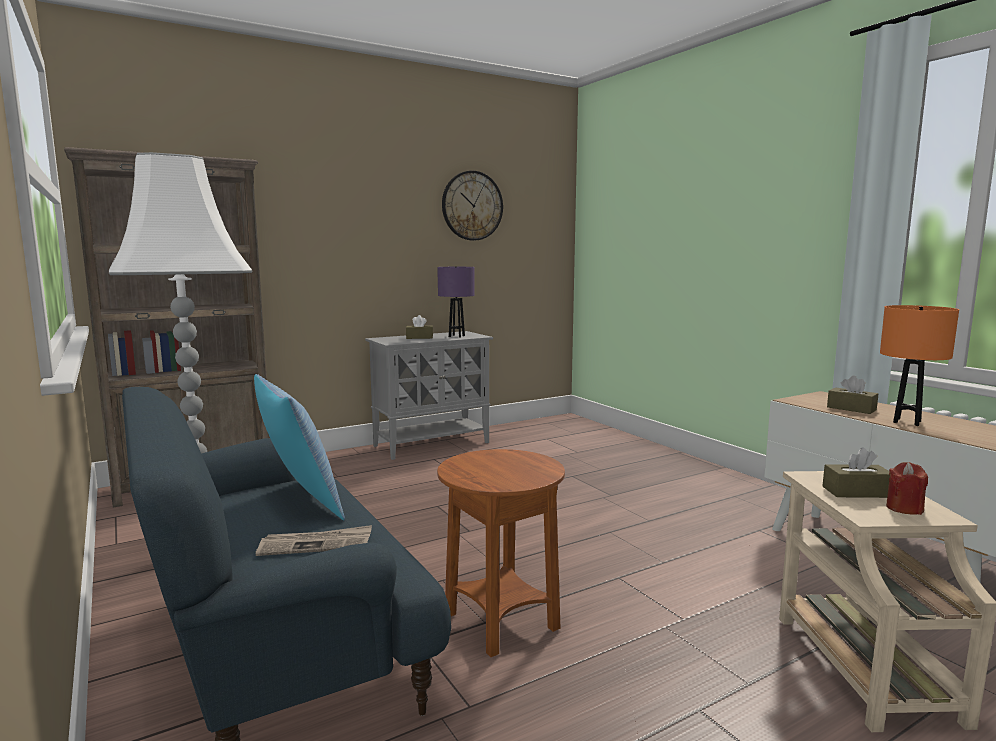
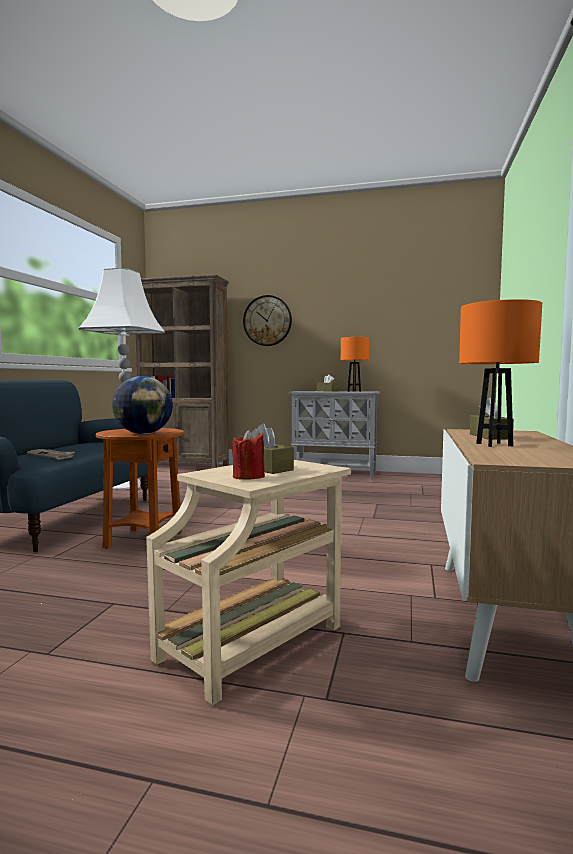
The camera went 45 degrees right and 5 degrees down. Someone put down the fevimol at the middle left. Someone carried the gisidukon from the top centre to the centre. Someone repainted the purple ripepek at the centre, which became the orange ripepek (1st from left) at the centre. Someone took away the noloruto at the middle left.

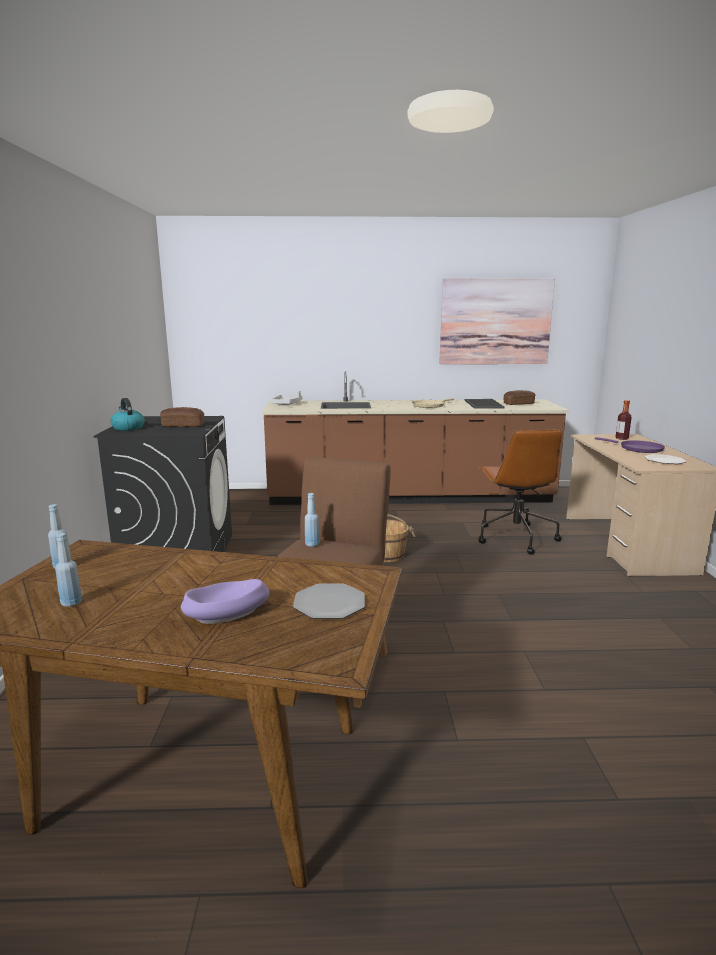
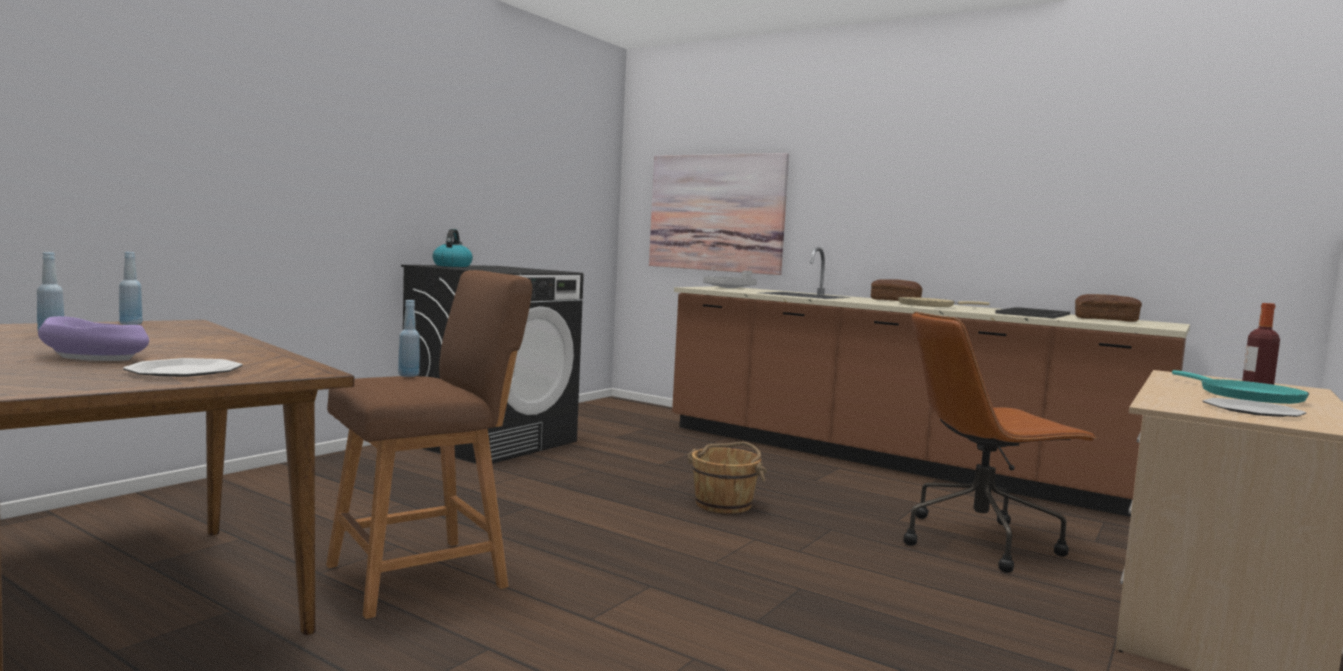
The camera went 35 degrees right and 10 degrees down. Someone carried the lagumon from the middle right to the top centre. Someone carried the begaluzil (1st from left) from the middle left to the middle right. Someone rotated the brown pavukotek at the middle right by 45 degrees clockwise. Someone repainted the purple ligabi at the middle right, which became the turquoise ligabi at the middle right.

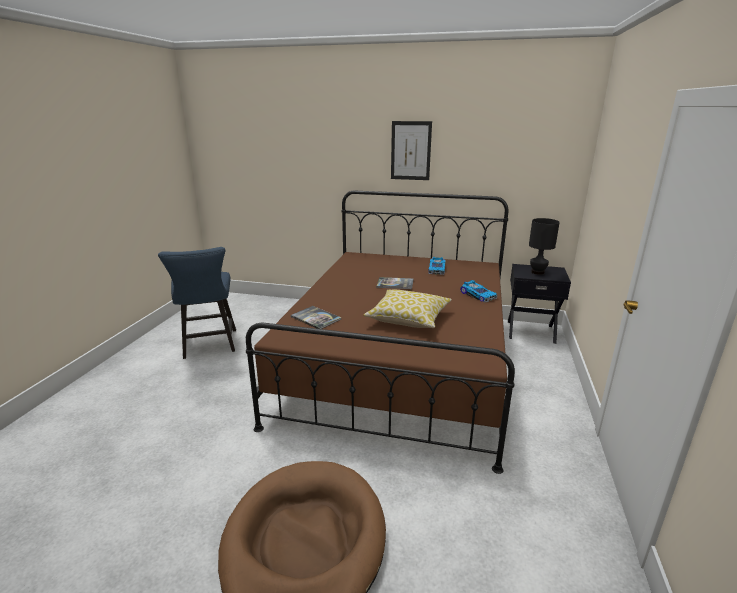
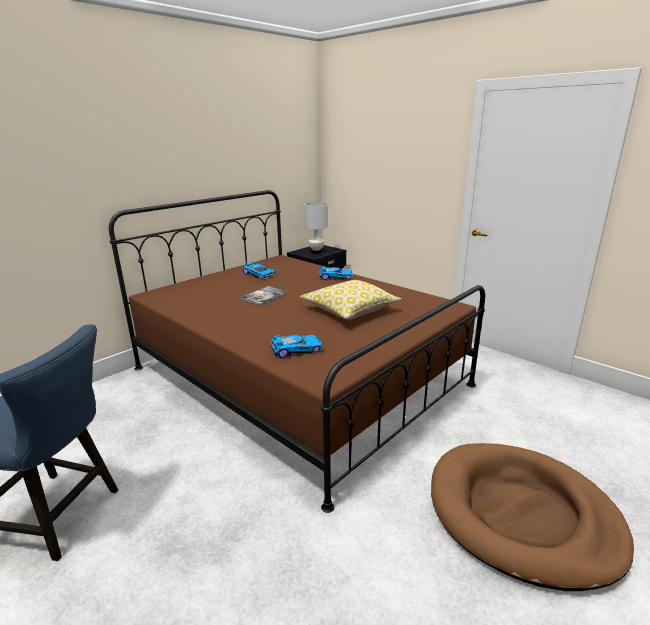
The camera went 60 degrees left and 0 degrees up. Someone swapped the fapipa (1st from left) at the centre for the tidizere (2nd from left) at the centre. Someone repainted the black ripepek at the middle right, which became the white ripepek at the centre. Someone took away the lagumon at the top centre.

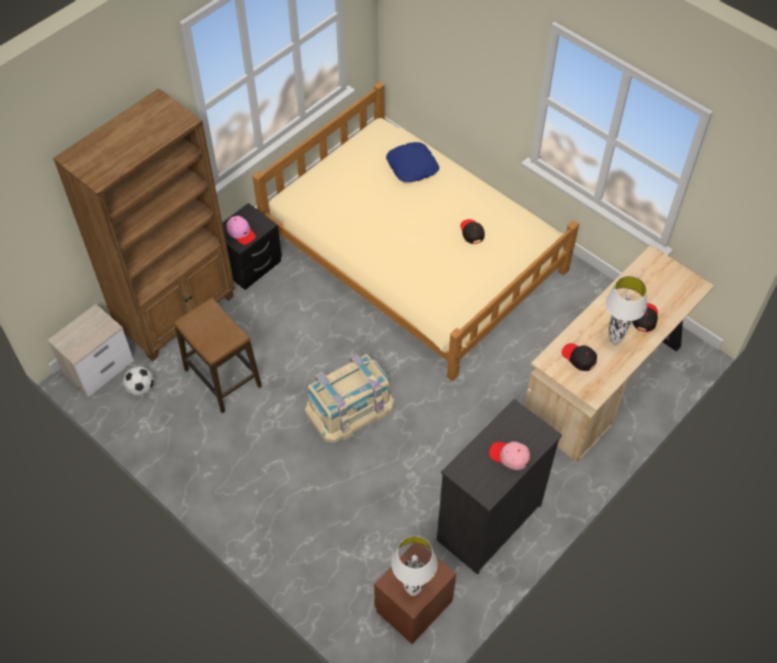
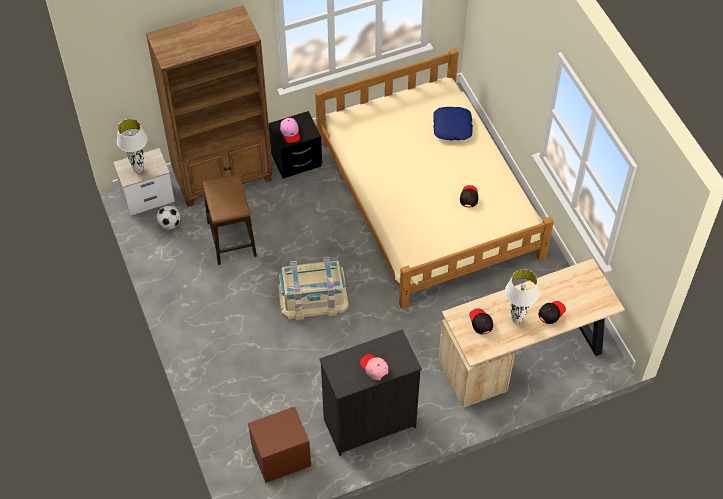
The camera went 25 degrees right and 0 degrees up. Someone carried the white ripepek (1st from left) from the bottom centre to the top left.

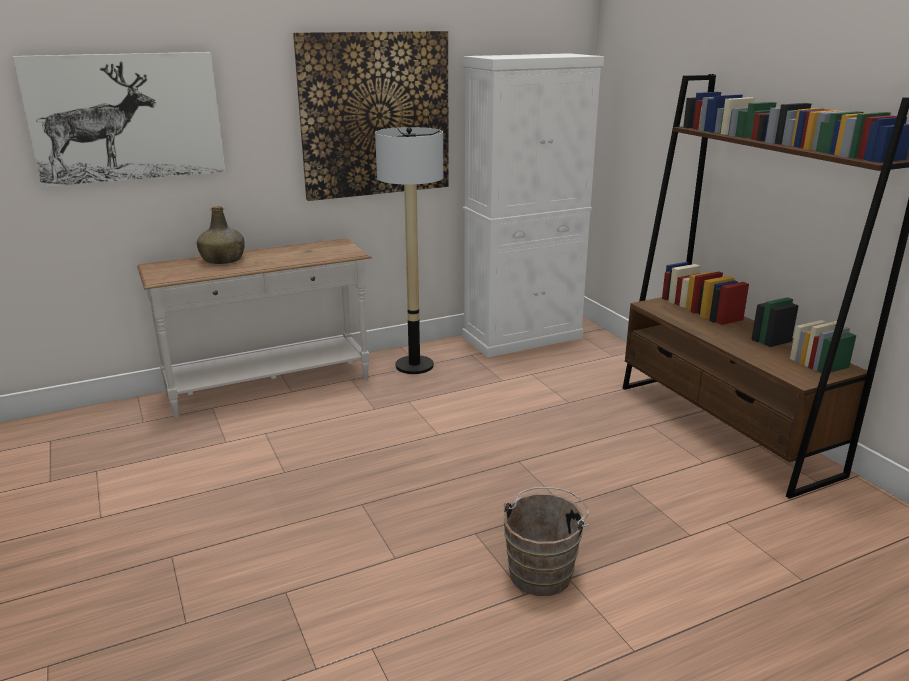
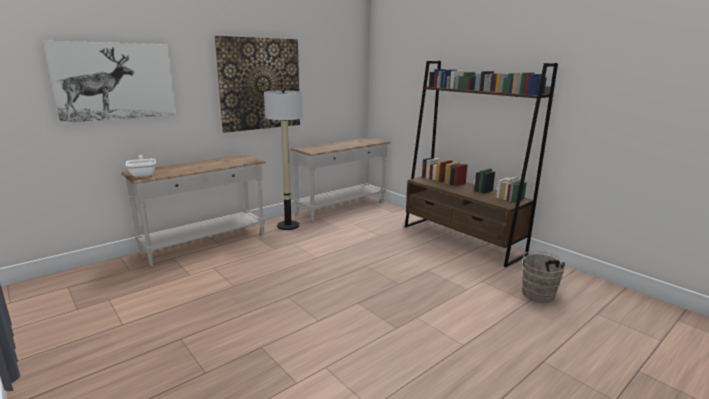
The camera went 15 degrees left and 5 degrees down. Someone put down the ligabi at the middle left. Someone swapped the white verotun at the top centre for the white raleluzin (2nd from left) at the centre. Someone carried the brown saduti from the bottom centre to the bottom right. Someone took away the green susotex at the middle left.

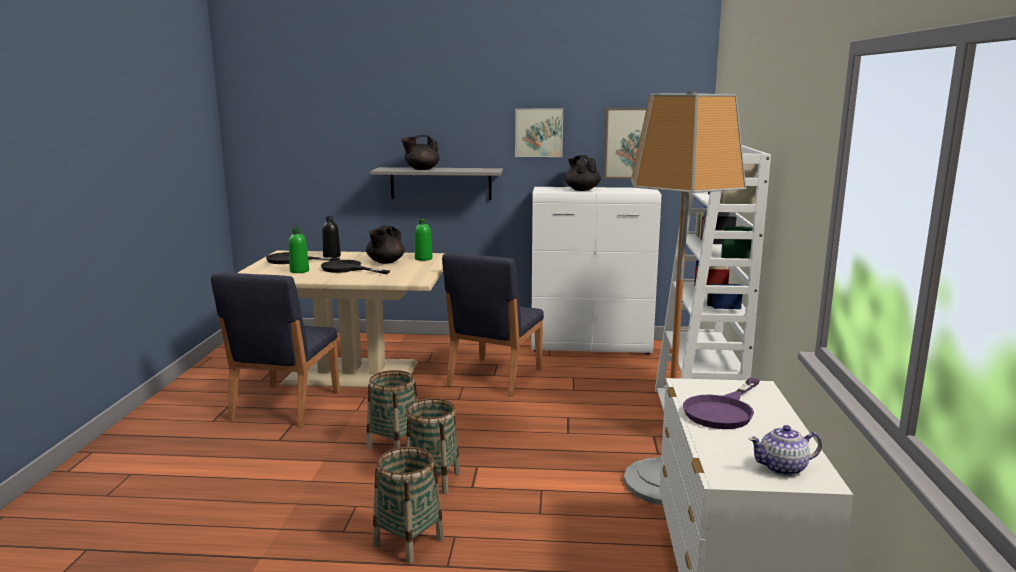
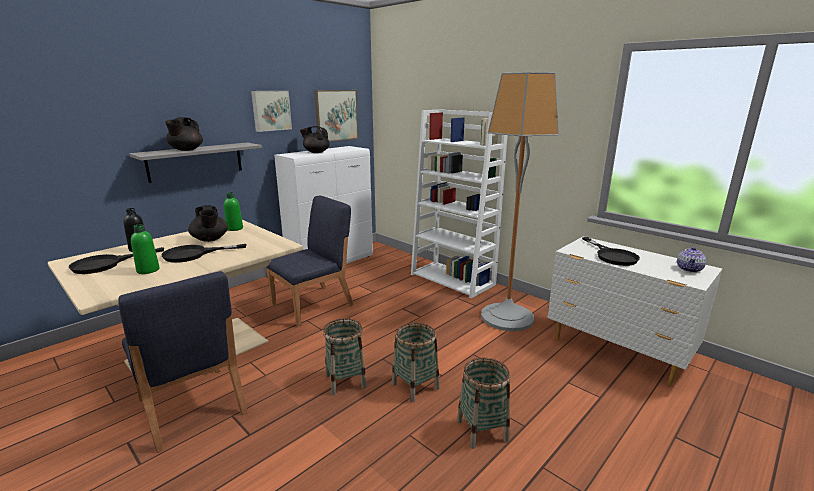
The camera went 50 degrees left and 5 degrees up. Someone rotated the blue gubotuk (2nd from left) at the centre by 105 degrees counterclockwise. Someone repainted the purple ligabi at the bottom right, which became the black ligabi (3rd from left) at the middle right.

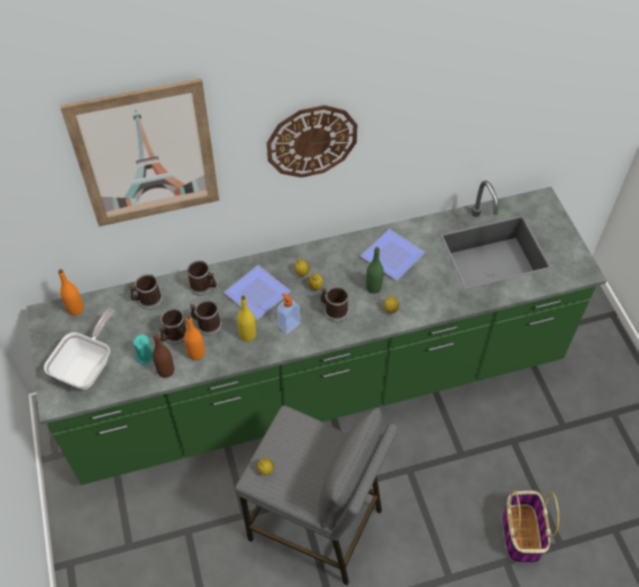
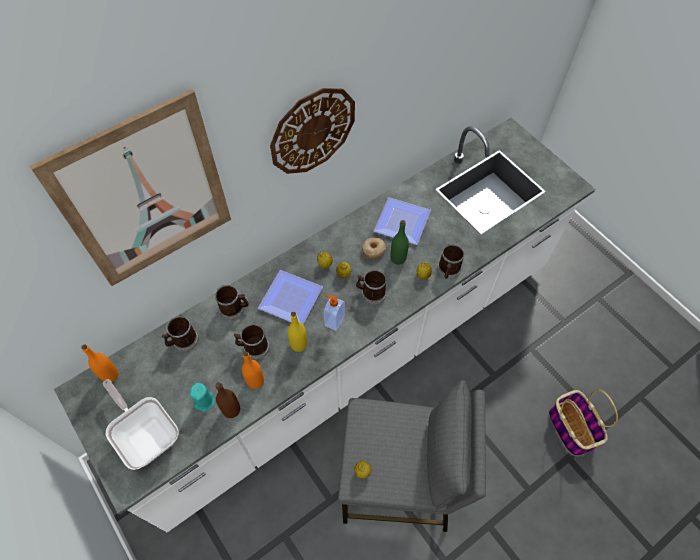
The camera went 20 degrees left and 5 degrees up. Someone repainted the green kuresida at the centre, which became the white kuresida at the centre. Someone rotated the ligabi at the middle left by 45 degrees counterclockwise. Someone put down the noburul at the centre. Someone carried the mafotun (2nd from left in the first image) from the middle left to the centre.

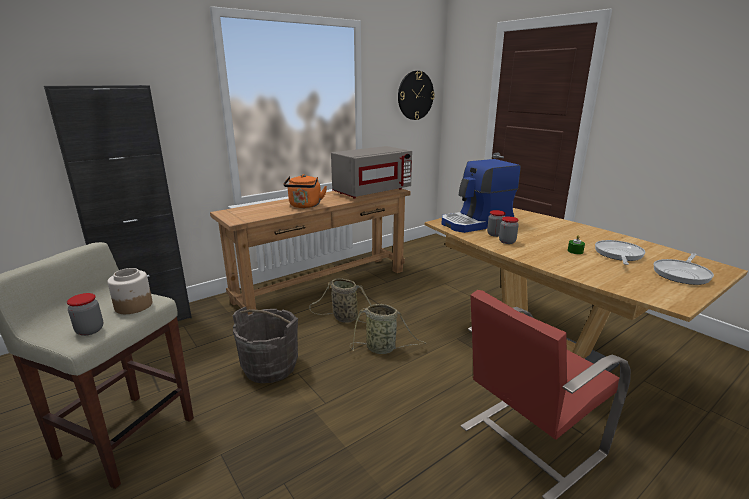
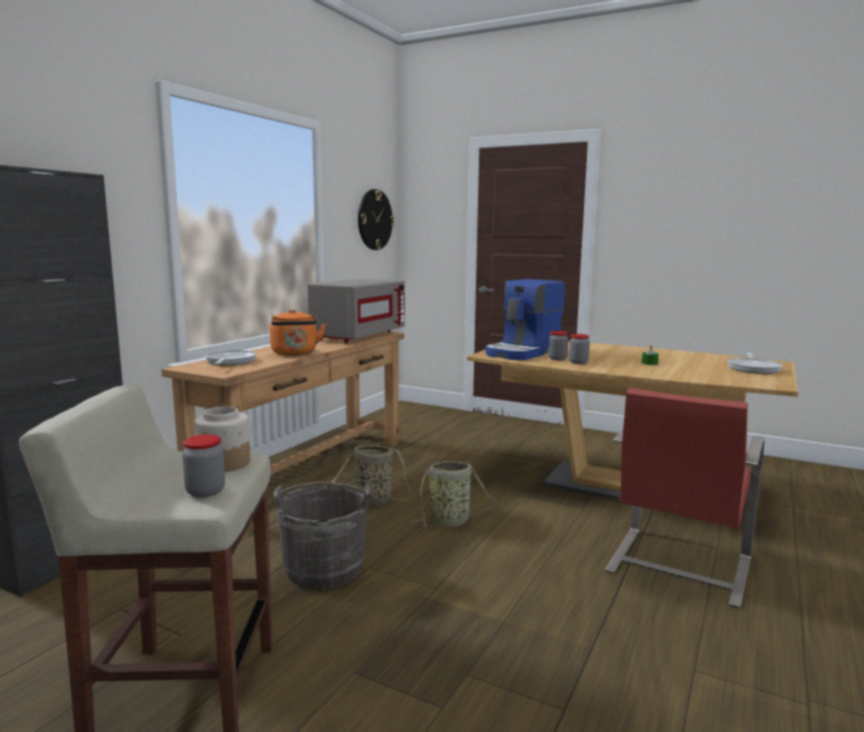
The camera went 25 degrees left and 10 degrees down. Someone carried the ligabi (1st from left) from the middle right to the middle left.

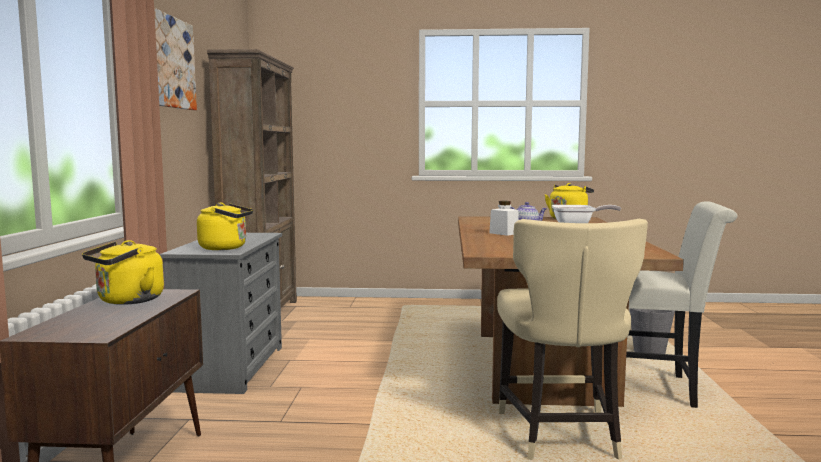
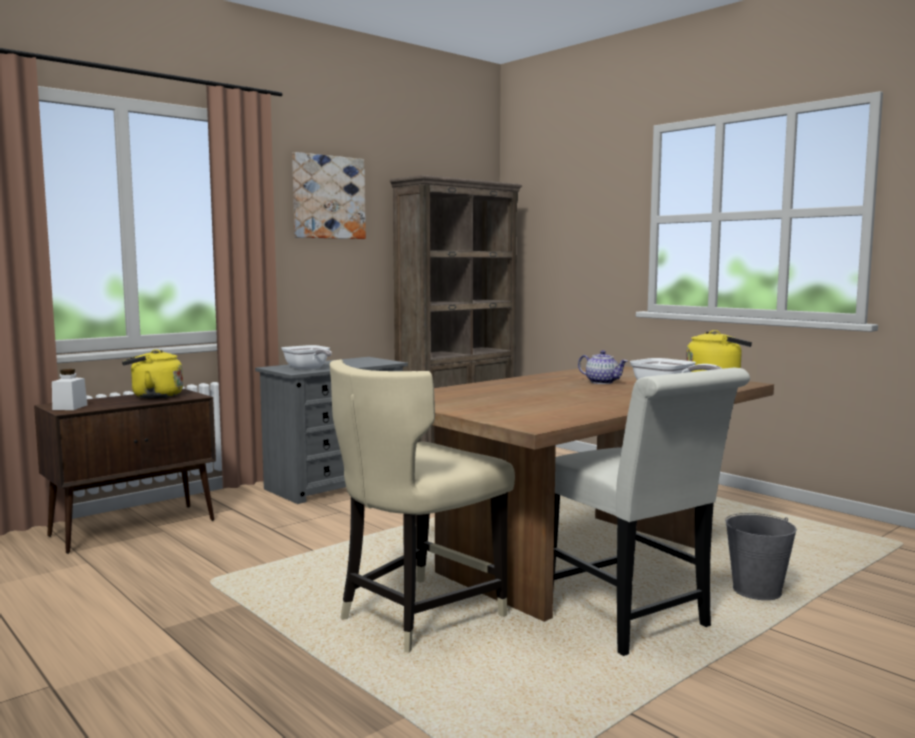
The camera went 45 degrees right and 0 degrees up. Someone carried the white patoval from the centre to the middle left. Someone swapped the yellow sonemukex (2nd from left) at the middle left for the ligabi (1st from left) at the centre.

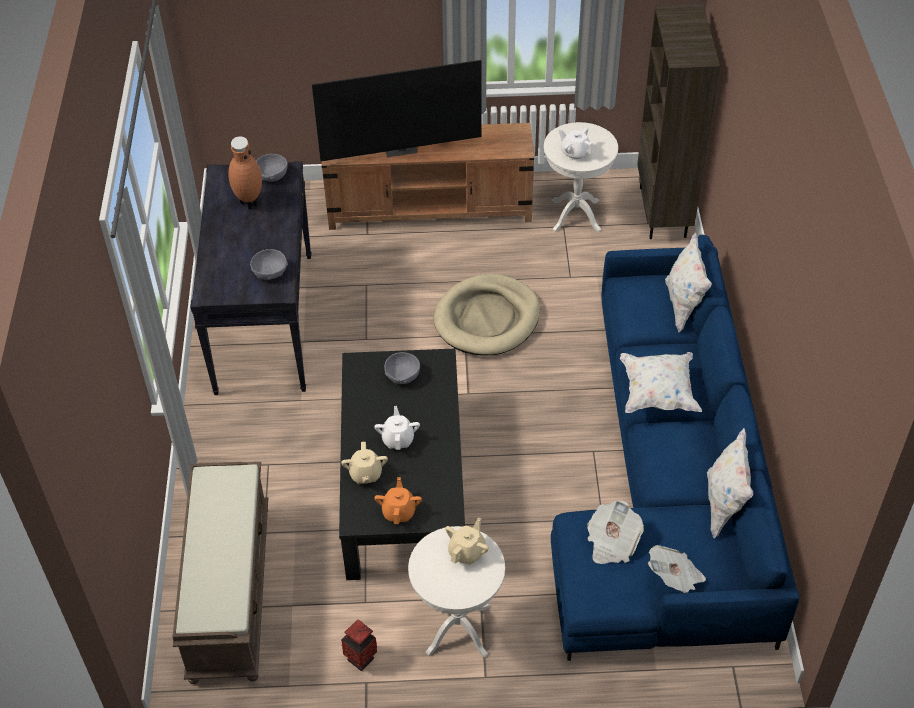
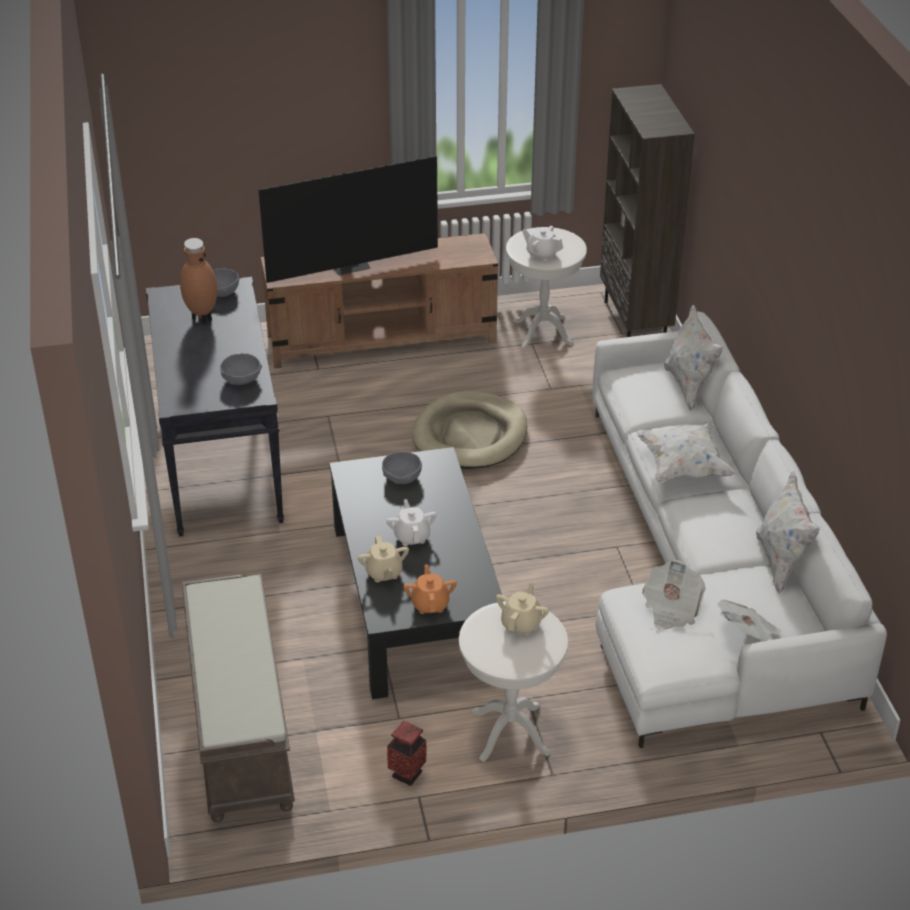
The camera went 10 degrees left and 10 degrees down. Someone repainted the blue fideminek at the middle right, which became the white fideminek at the middle right.

